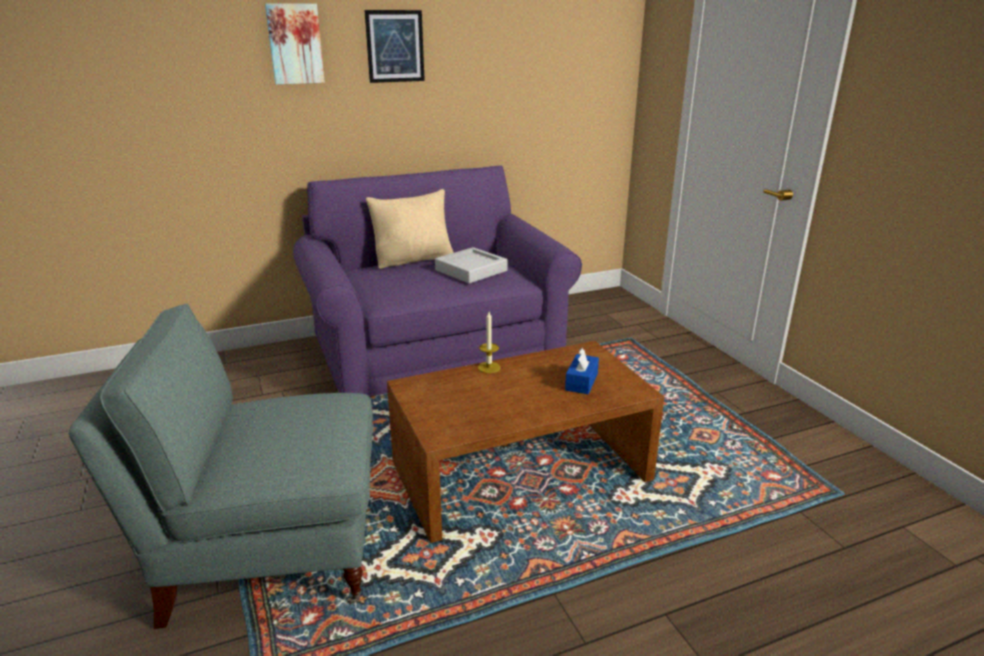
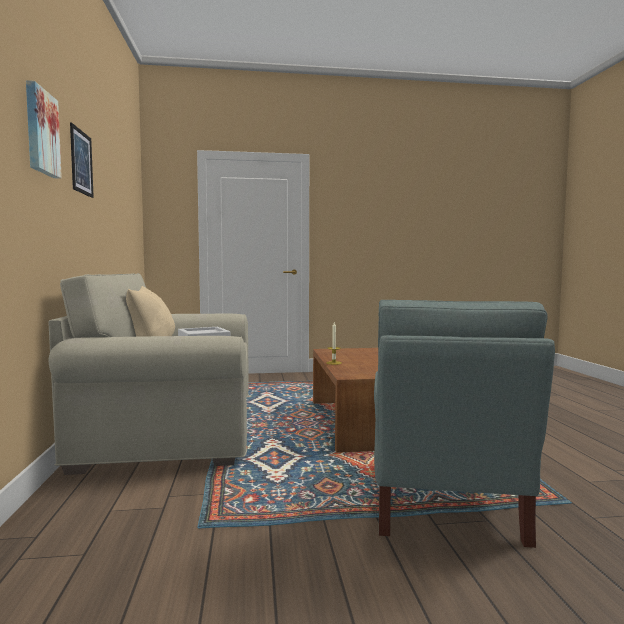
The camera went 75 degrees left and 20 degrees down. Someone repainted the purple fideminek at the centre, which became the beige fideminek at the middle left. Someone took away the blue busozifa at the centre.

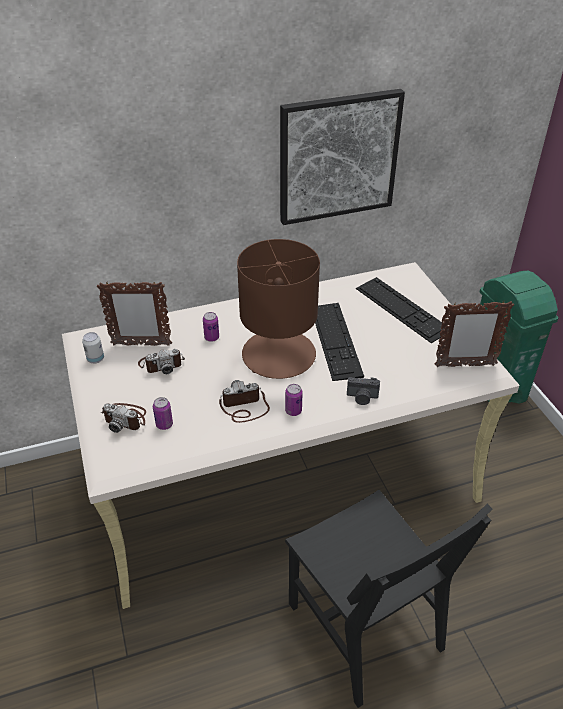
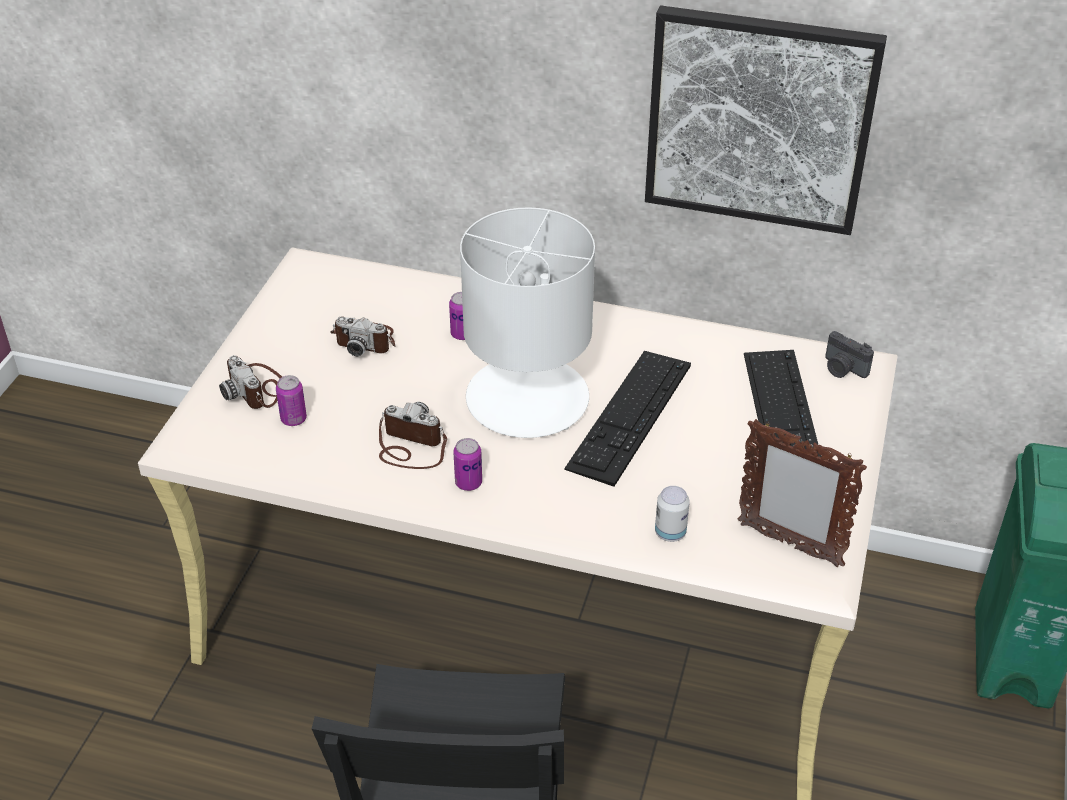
The camera went 35 degrees right and 0 degrees up. Someone repainted the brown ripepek at the centre, which became the white ripepek at the centre. Someone carried the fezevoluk (1st from left in the first image) from the middle left to the centre. Someone carried the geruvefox (4th from left) from the centre to the middle right. Someone took away the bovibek (1st from left) at the middle left.

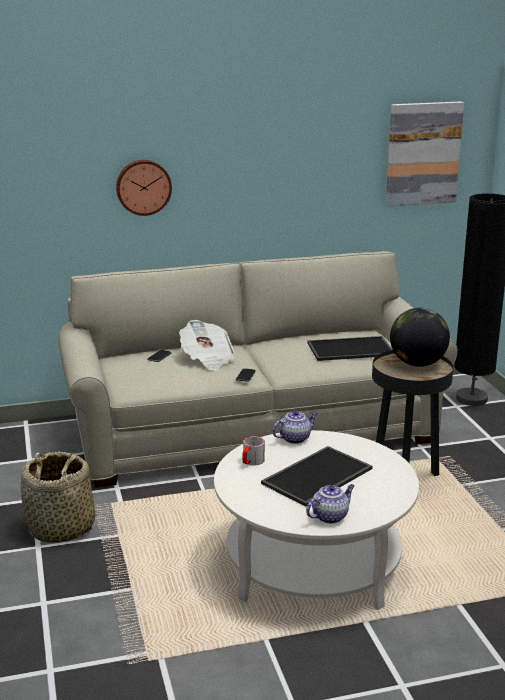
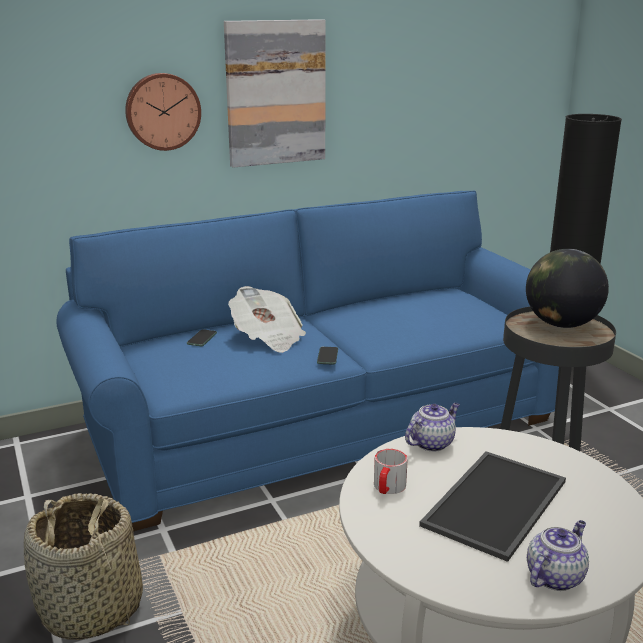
The camera went 10 degrees left and 0 degrees up. Someone repainted the beige fideminek at the centre, which became the blue fideminek at the centre. Someone carried the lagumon from the top right to the top centre. Someone took away the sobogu (2nd from left) at the middle right.

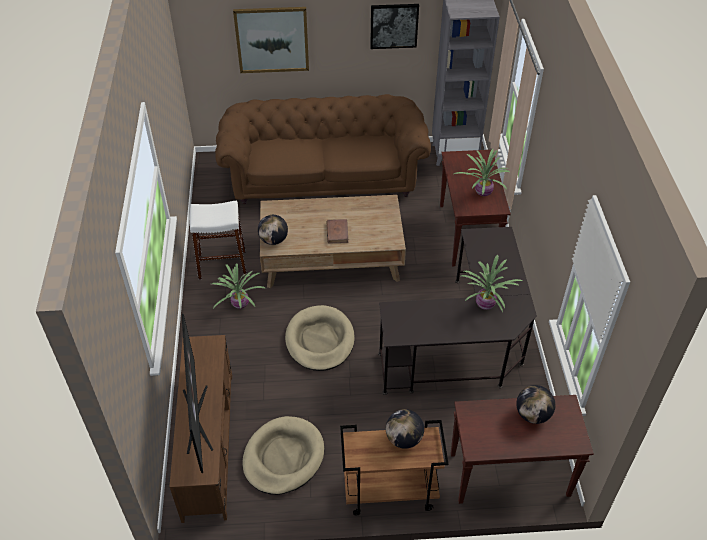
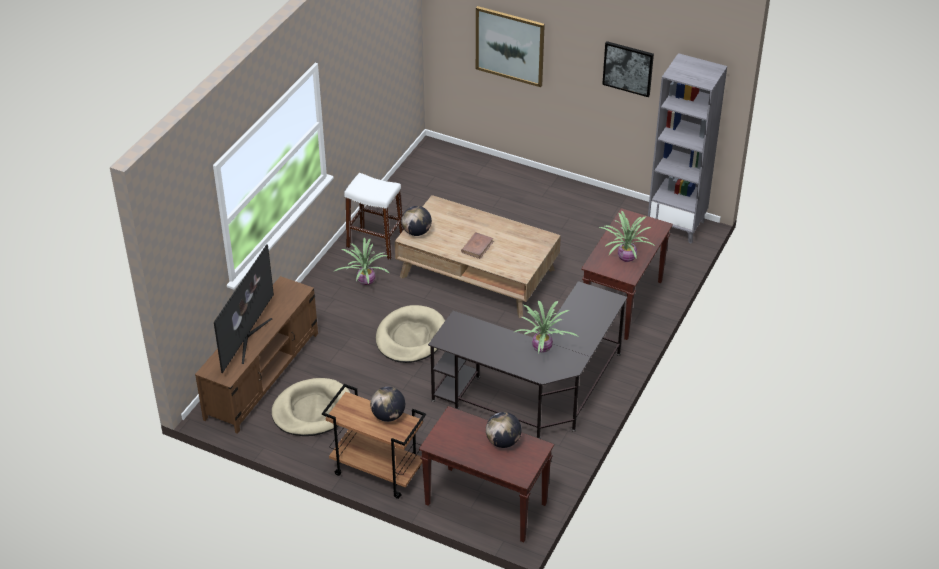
The camera went 30 degrees right and 5 degrees down. Someone took away the brown fideminek at the top centre.

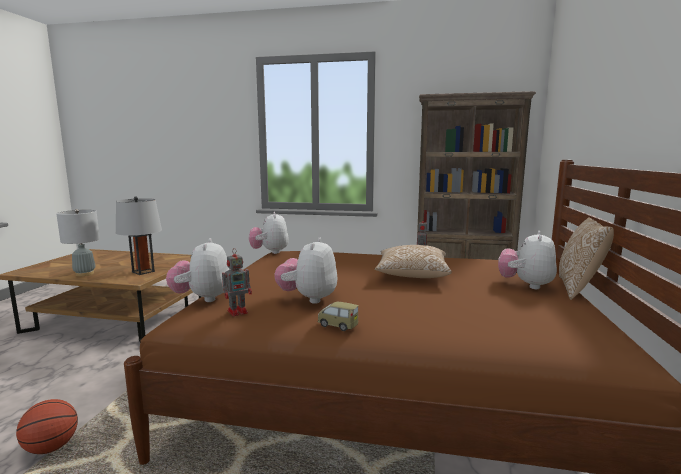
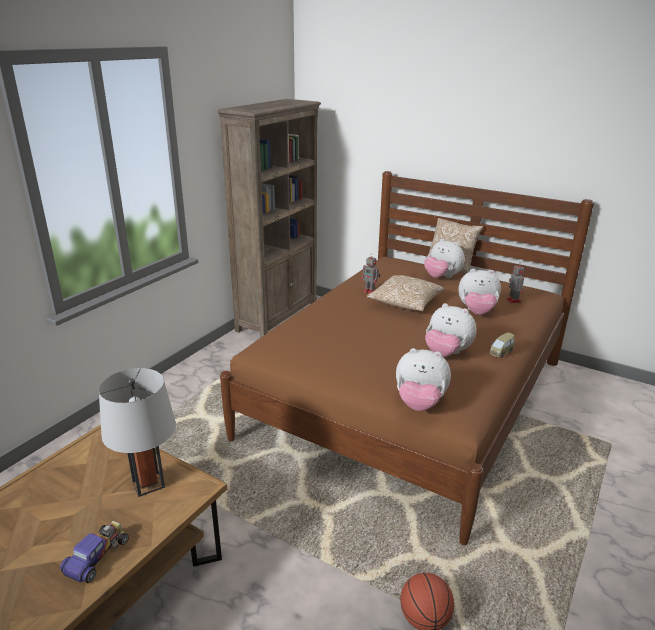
The camera went 70 degrees left and 15 degrees up. Someone swapped the grey ripepek (1st from left) at the middle left for the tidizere (1st from left) at the bottom left. Someone carried the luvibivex (2nd from left in the first image) from the centre to the middle right. Someone carried the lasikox (1st from left in the first image) from the centre to the middle right.

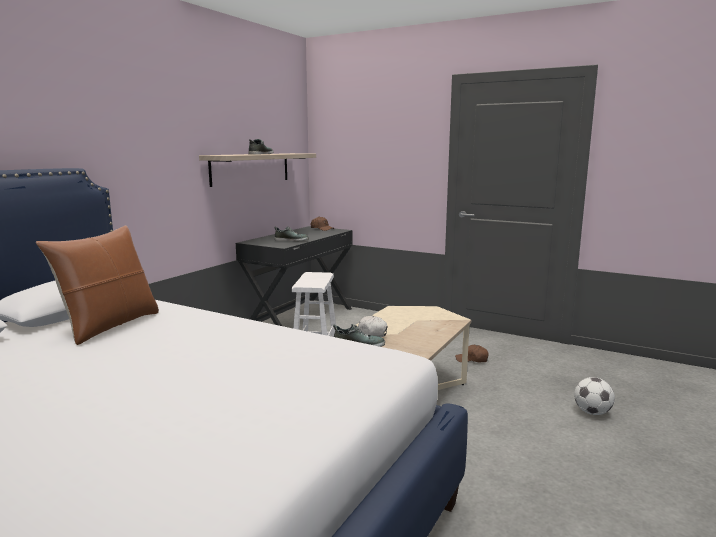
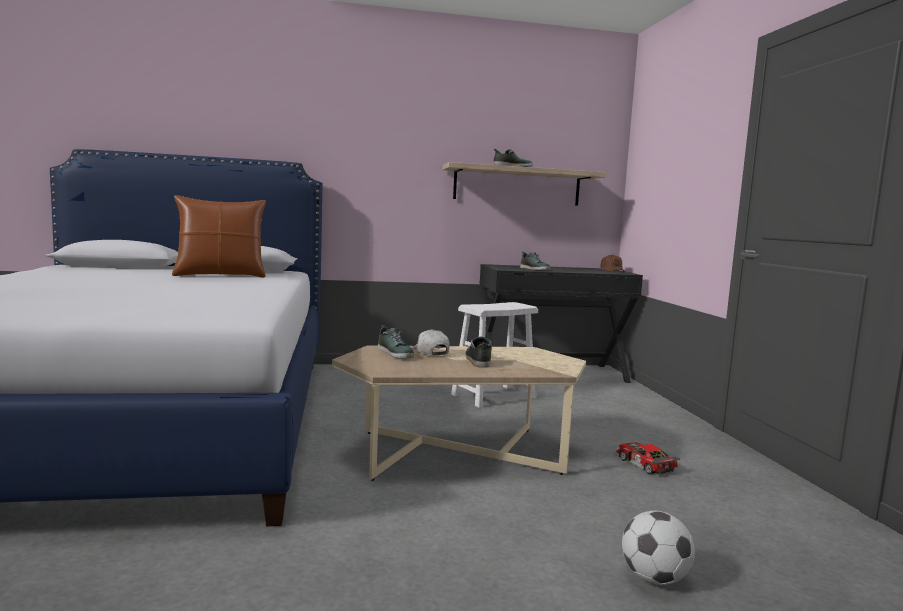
The camera went 50 degrees right and 5 degrees down. Someone put down the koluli (2nd from left) at the centre. Someone swapped the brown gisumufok (2nd from left) at the centre for the tidizere at the bottom right.

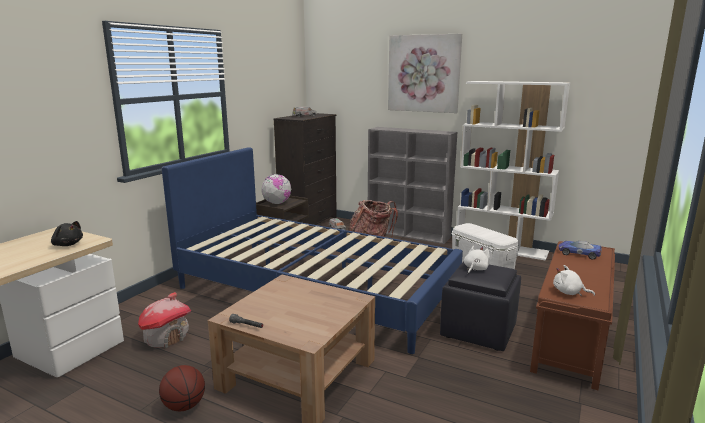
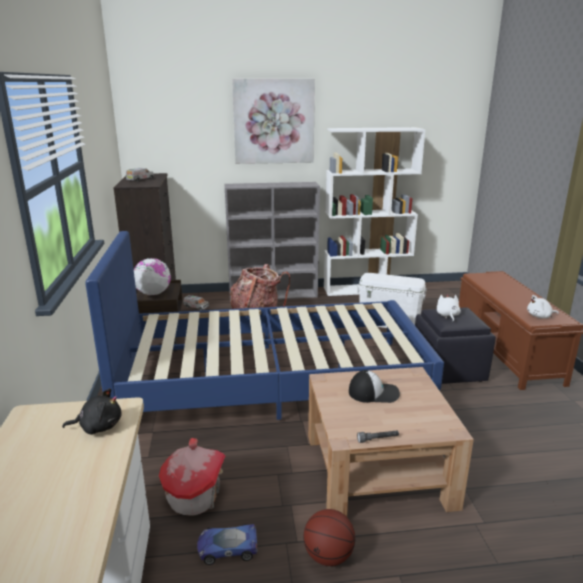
The camera went 35 degrees left and 5 degrees up. Someone carried the tidizere from the middle right to the bottom centre. Someone put down the gisumufok at the centre.

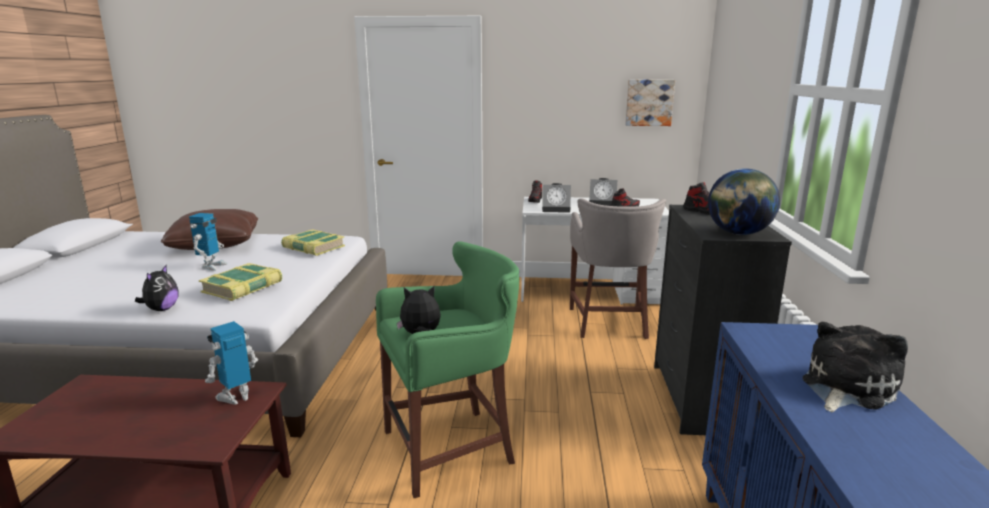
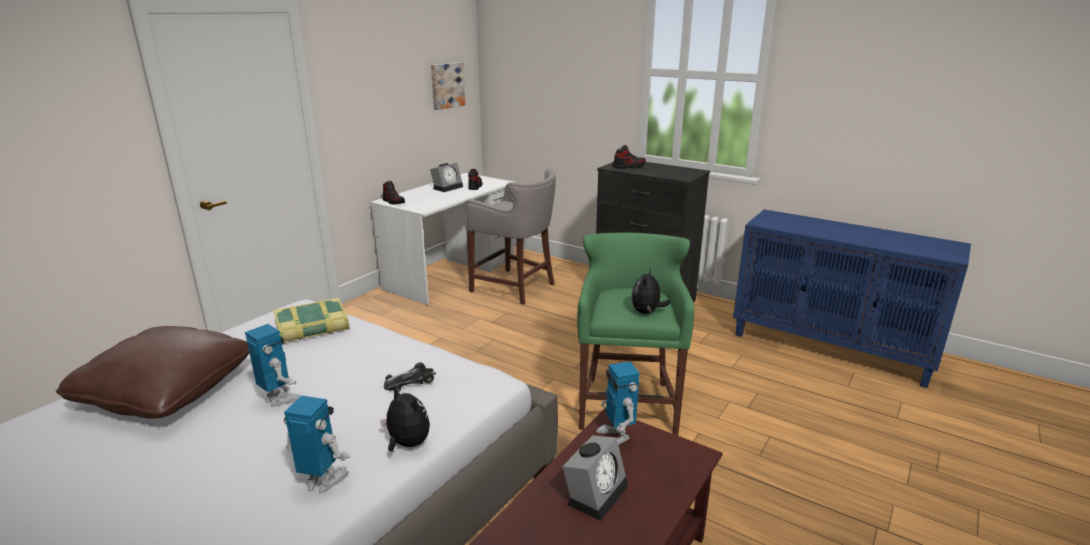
The camera went 60 degrees left and 5 degrees up. Someone put down the lasikox (2nd from left) at the bottom left. Someone swapped the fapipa (1st from left) at the middle left for the tidizere at the bottom centre. Someone carried the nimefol (1st from left in the first image) from the centre to the bottom centre. Someone took away the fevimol at the middle right. Someone took away the luvibivex (3rd from left) at the bottom right.

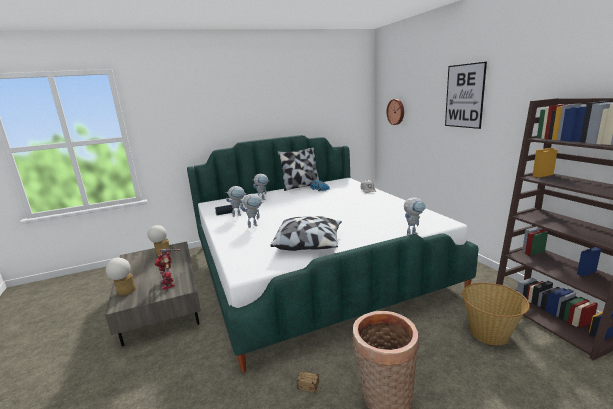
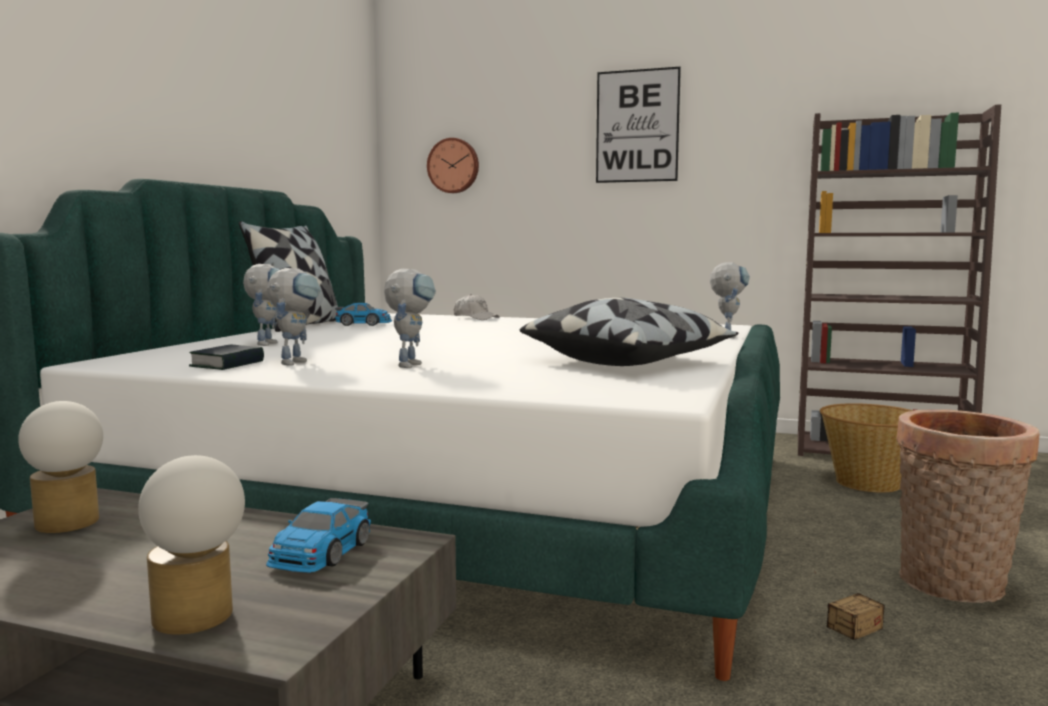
The camera went 50 degrees left and 10 degrees down. Someone swapped the lasikox (1st from left) at the middle left for the tidizere (1st from left) at the bottom left.

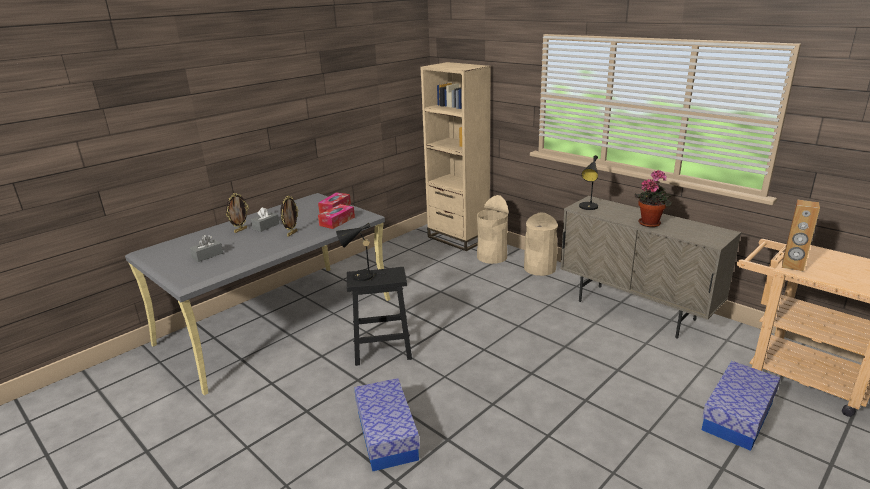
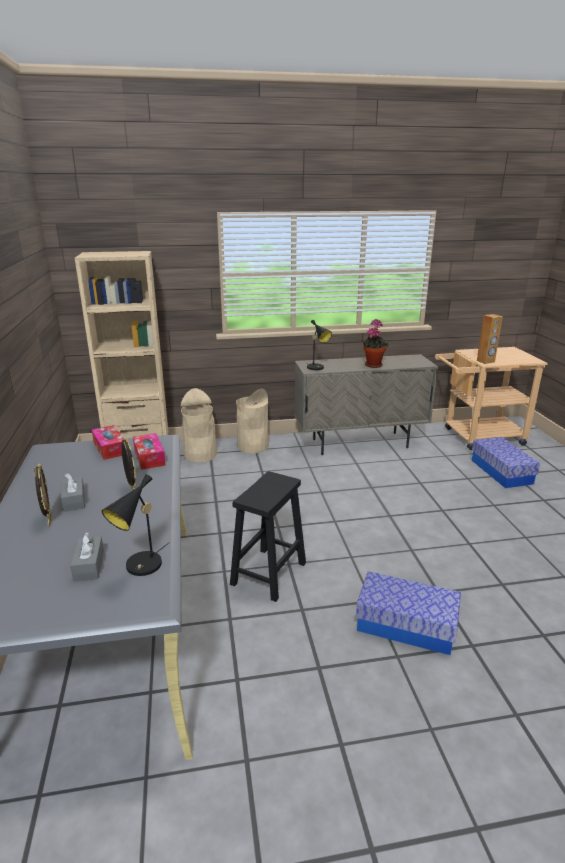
The camera went 55 degrees left and 0 degrees up. Someone carried the black ripepek (1st from left) from the centre to the middle left.

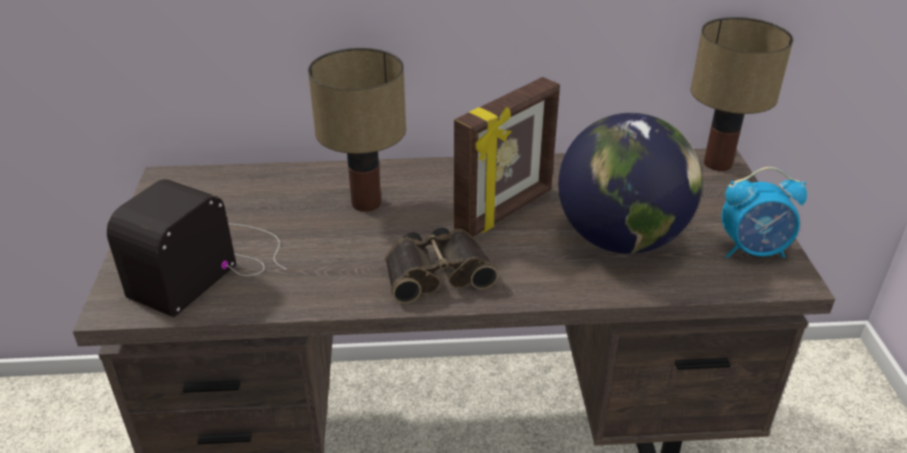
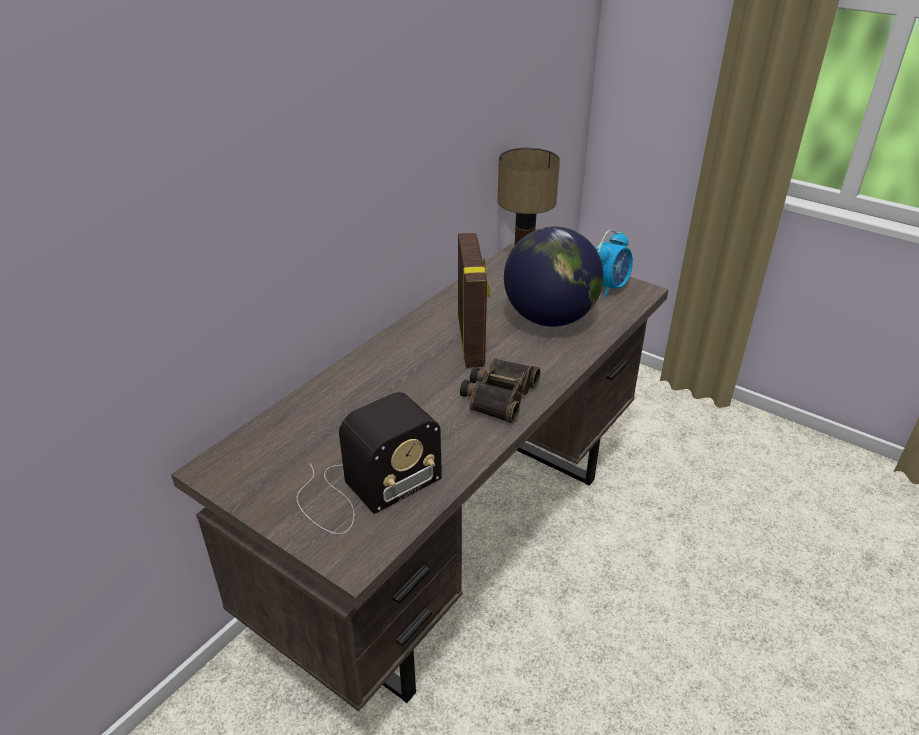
The camera went 50 degrees left and 0 degrees up. Someone rotated the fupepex at the middle left by 105 degrees counterclockwise. Someone took away the ripepek (1st from left) at the top centre.

